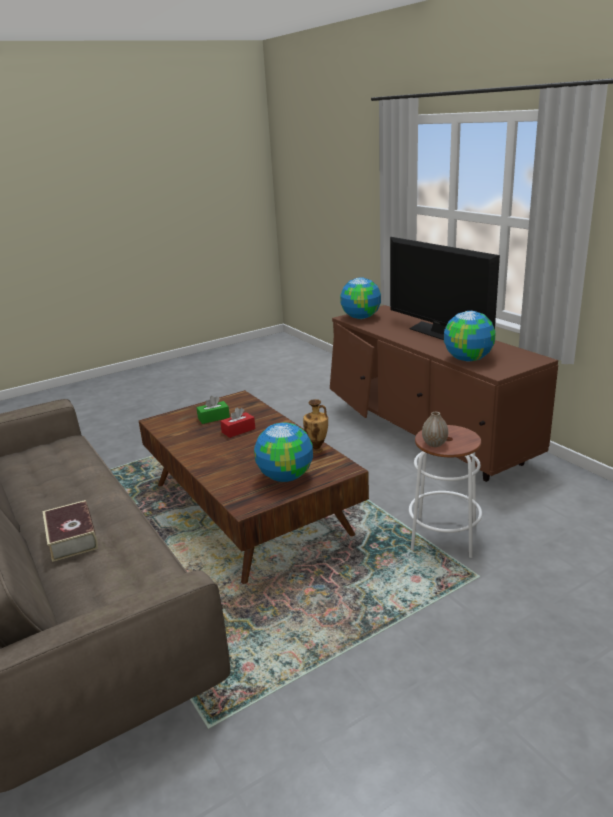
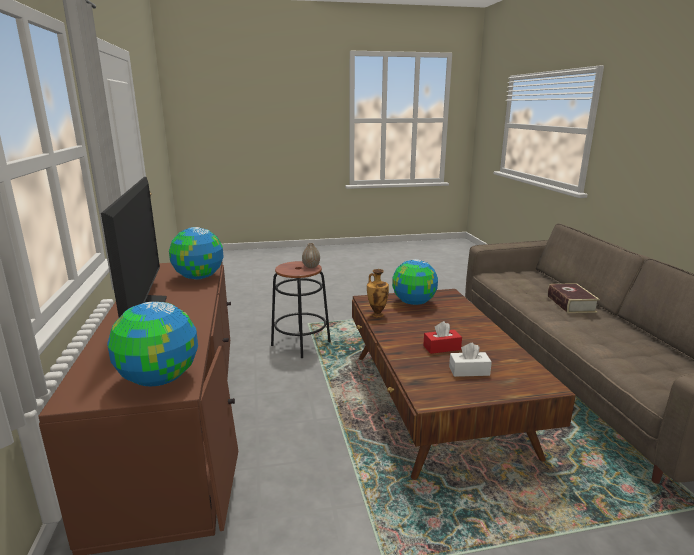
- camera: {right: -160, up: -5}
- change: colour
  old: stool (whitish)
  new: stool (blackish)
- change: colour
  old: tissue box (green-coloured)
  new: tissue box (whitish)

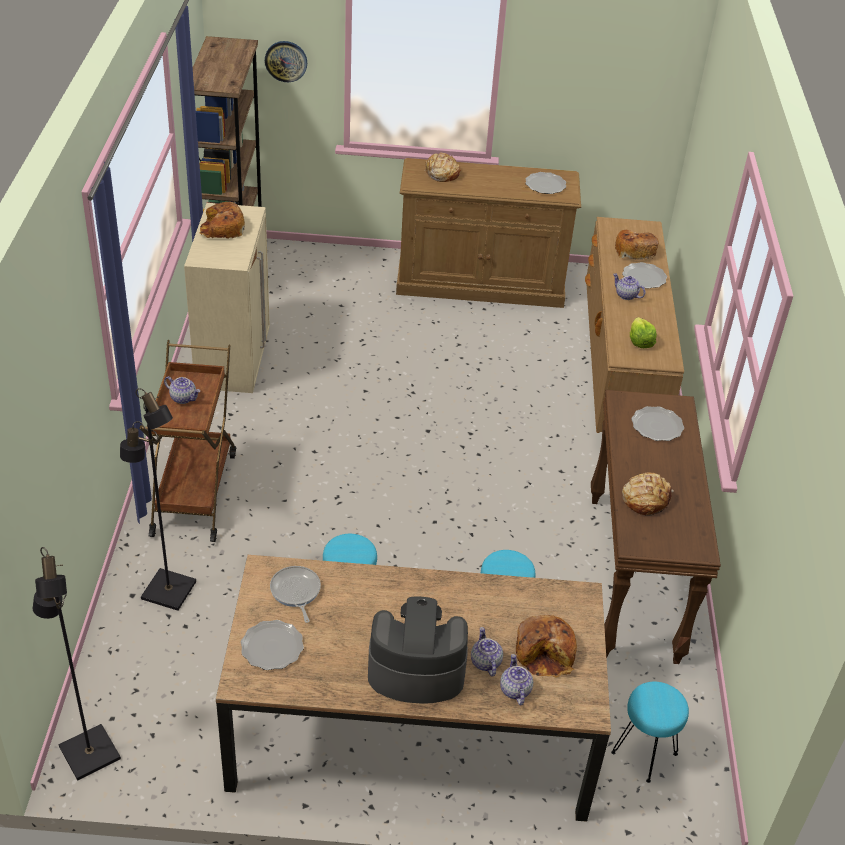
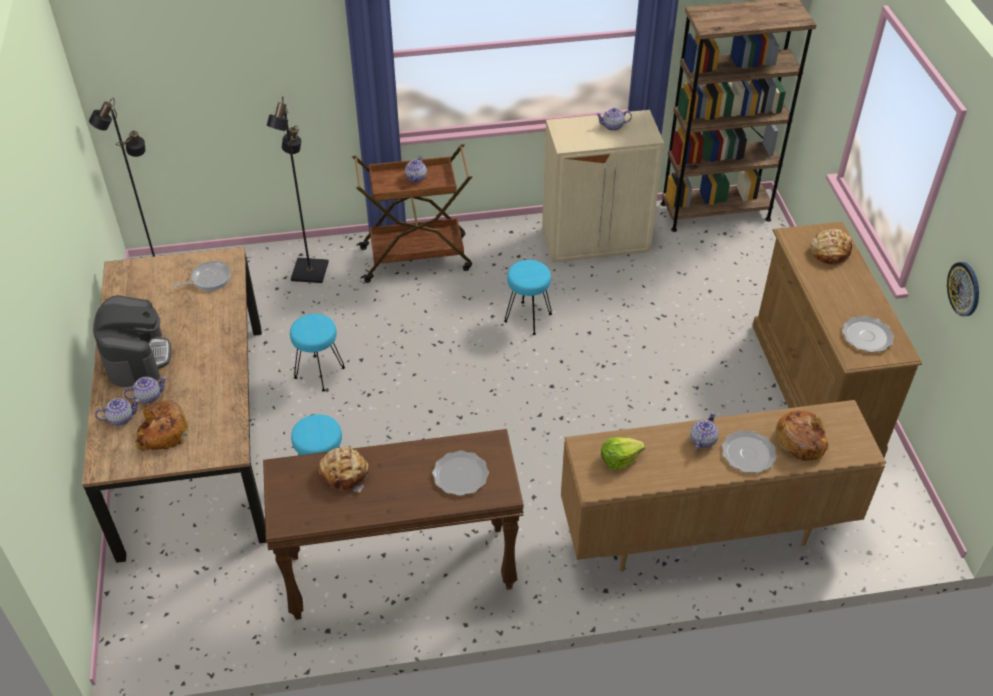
- camera: {right: 80, up: 5}
- change: relocated
  old: stool (blue-green) (no. 3 from left)
- change: exchanged
  old: bread (no. 1 from left)
  new: teapot (no. 4 from left)
- change: relocated
  old: clock on the wall
- change: missing
  old: dinner plate (no. 1 from left)

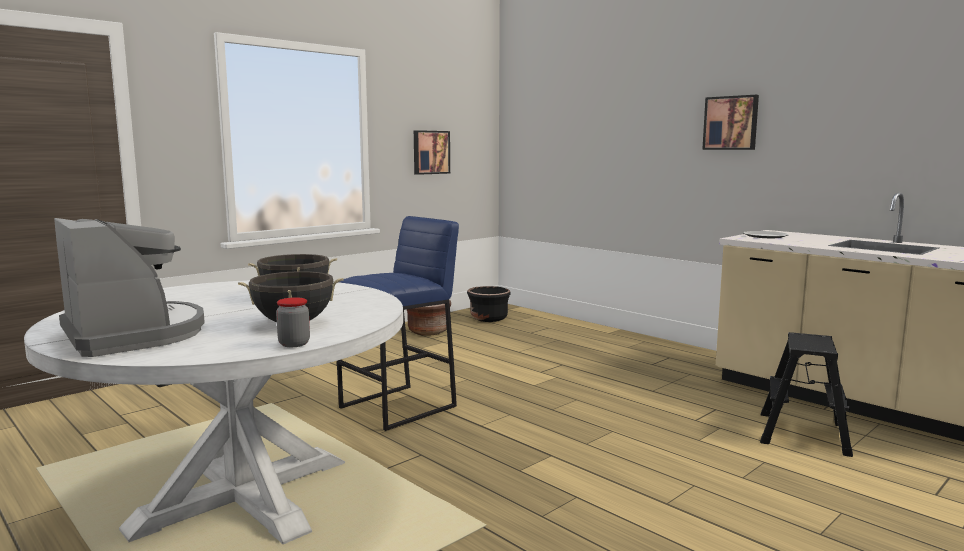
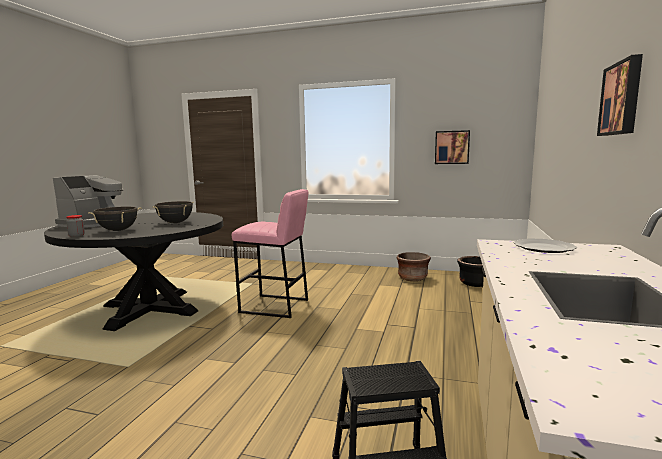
- camera: {right: 60, up: 0}
- change: colour
  old: dinner table (whitish)
  new: dinner table (blackish)
- change: colour
  old: stool (blue)
  new: stool (pink)

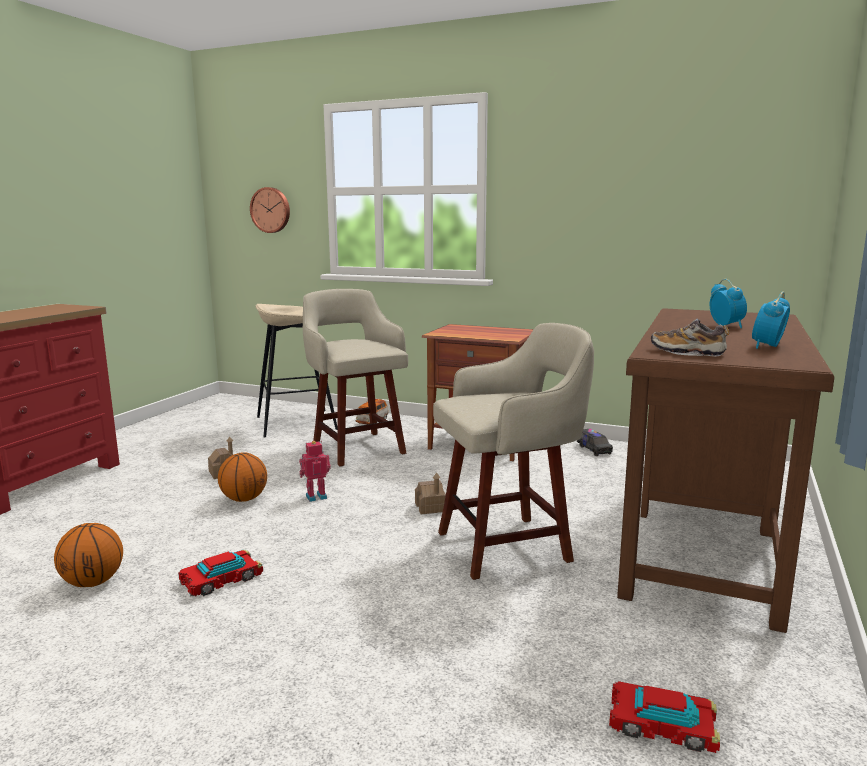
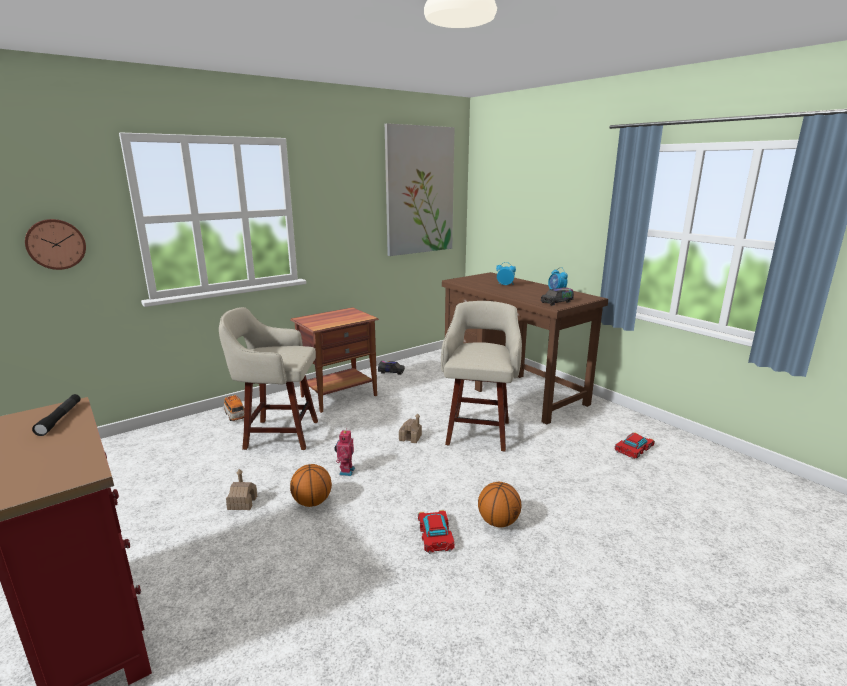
- camera: {right: -60, up: 5}
- change: appeared
  new: hand torch (blackish)
- change: appeared
  new: picture
- change: relocated
  old: basketball ball (no. 1 from left in the first image)
  new: basketball ball (no. 2 from left)
- change: exchanged
  old: shoe
  new: model truck (no. 2 from left)
- change: missing
  old: stool (beige) (no. 1 from left)

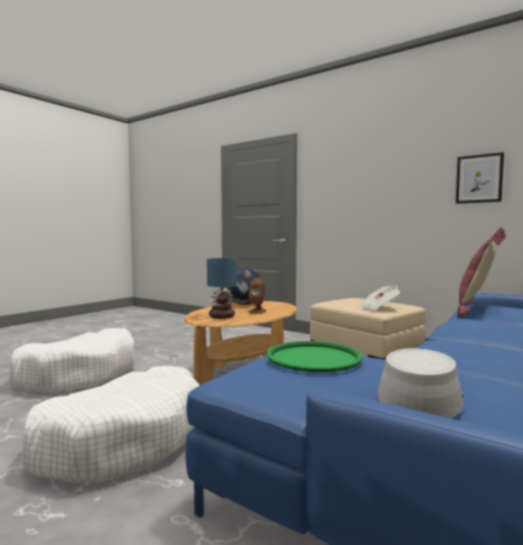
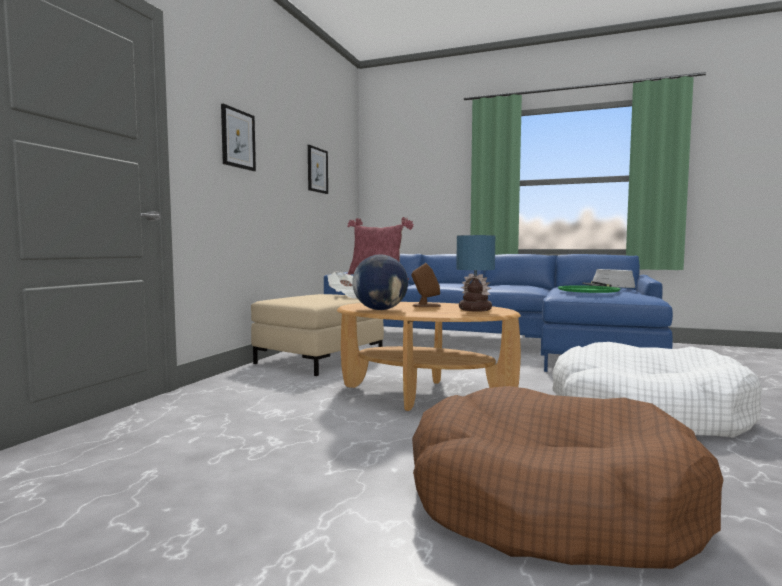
- camera: {right: -105, up: 0}
- change: appeared
  new: picture (no. 1 from left)
- change: colour
  old: dog bed (whitish) (no. 1 from left)
  new: dog bed (brown-coloured)

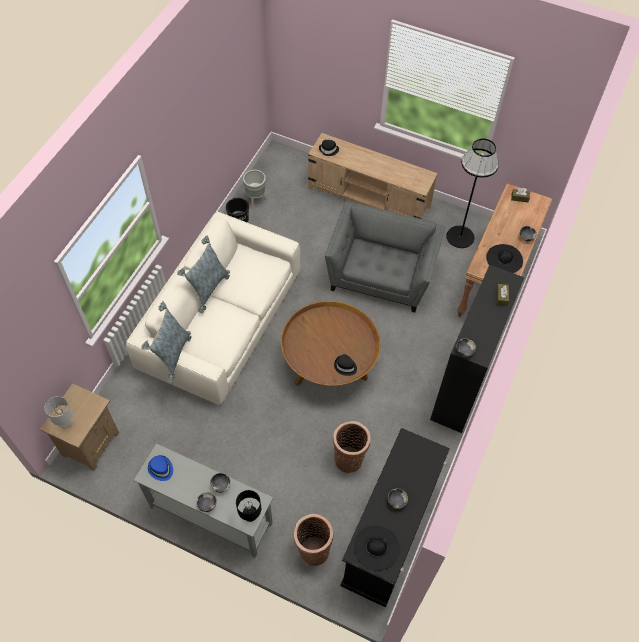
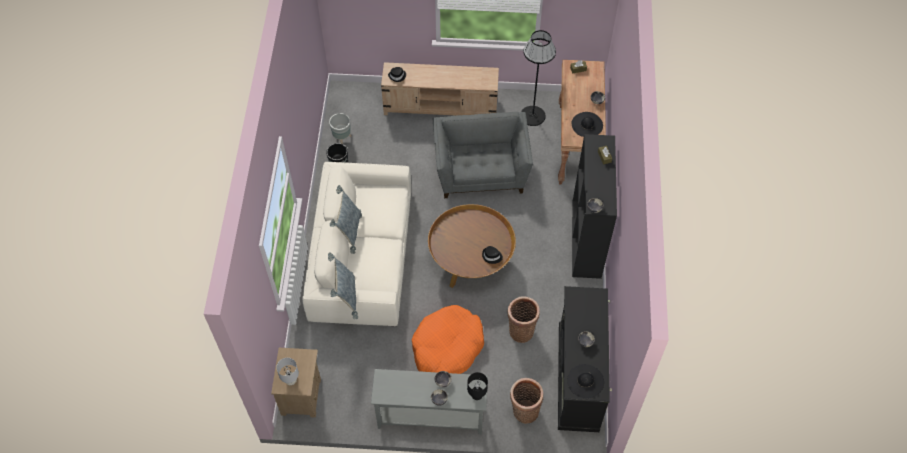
- camera: {right: -20, up: 0}
- change: appeared
  new: dog bed (orangey)
- change: missing
  old: hat (blue)

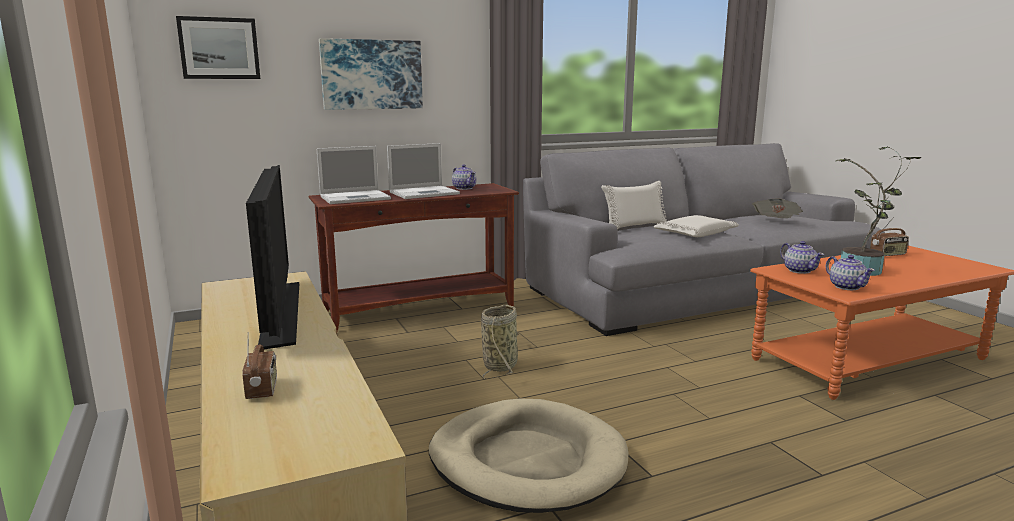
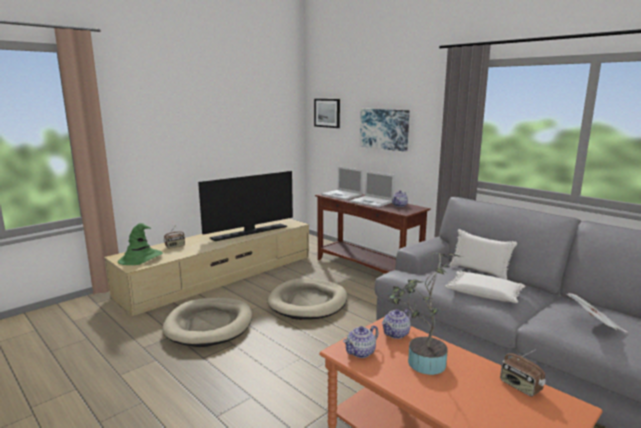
- camera: {right: 70, up: 0}
- change: appeared
  new: hat (green-coloured)
- change: exchanged
  old: basket
  new: dog bed (beige) (no. 2 from left)

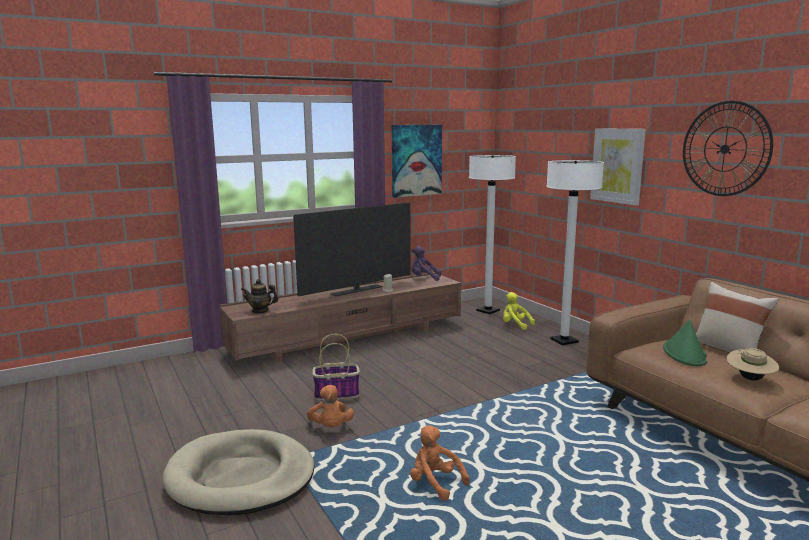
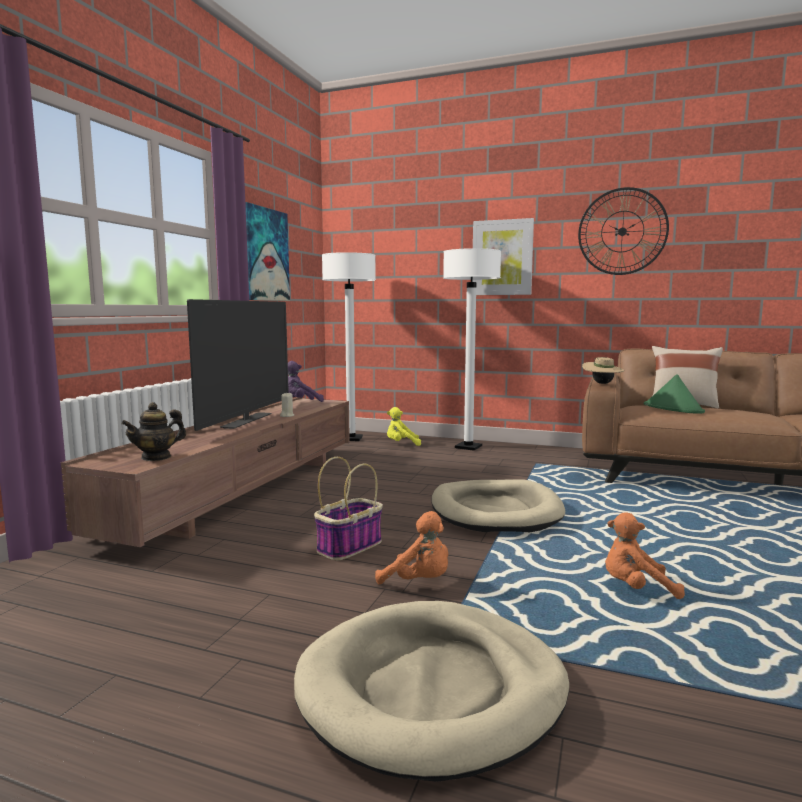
- camera: {right: -40, up: -5}
- change: appeared
  new: dog bed (beige) (no. 2 from left)
- change: relocated
  old: hat (beige)

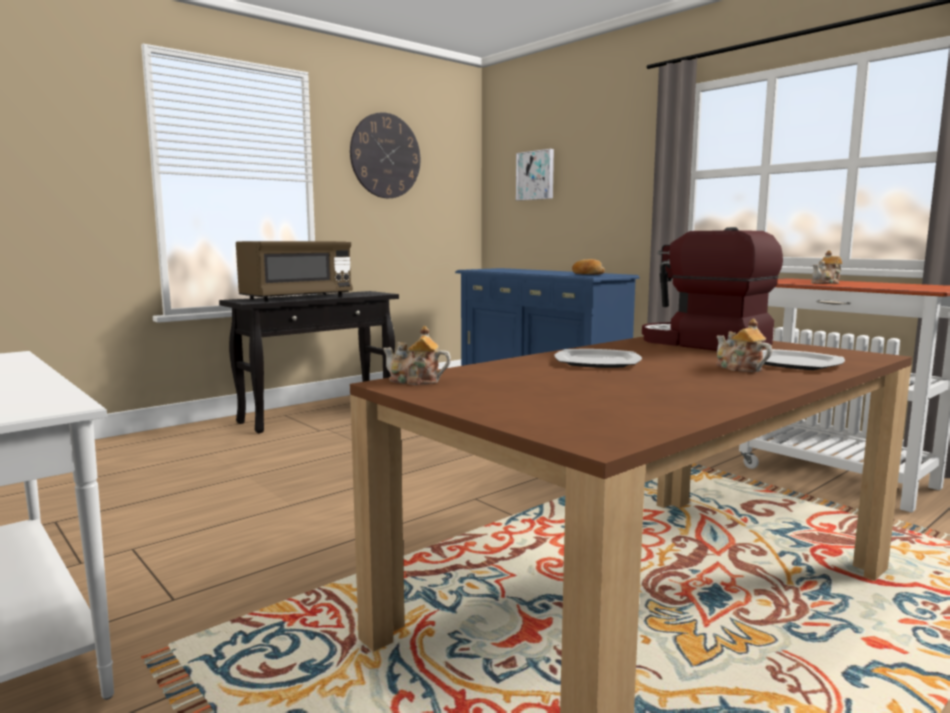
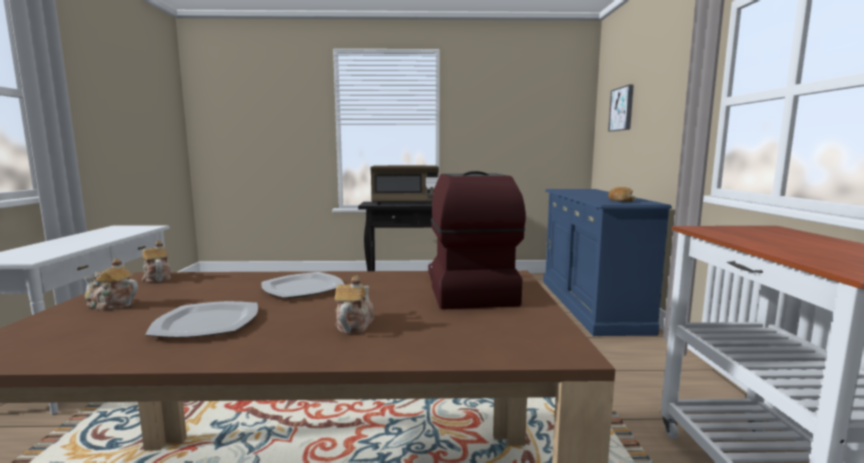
- camera: {right: 40, up: 0}
- change: relocated
  old: teapot (no. 3 from left in the first image)
  new: teapot (no. 1 from left)
- change: relocated
  old: dinner plate (no. 2 from left in the first image)
  new: dinner plate (no. 1 from left)
- change: missing
  old: clock on the wall

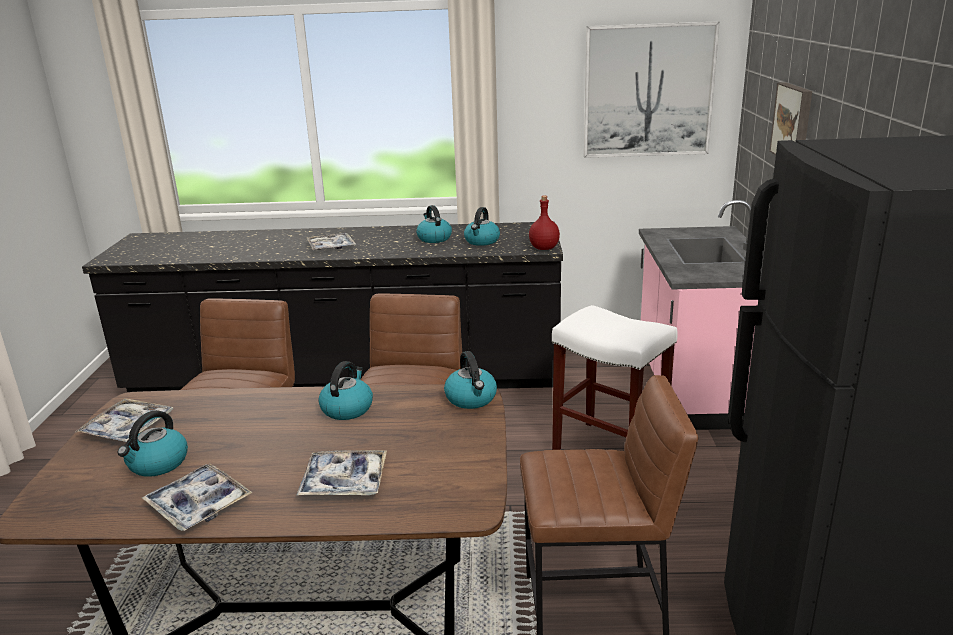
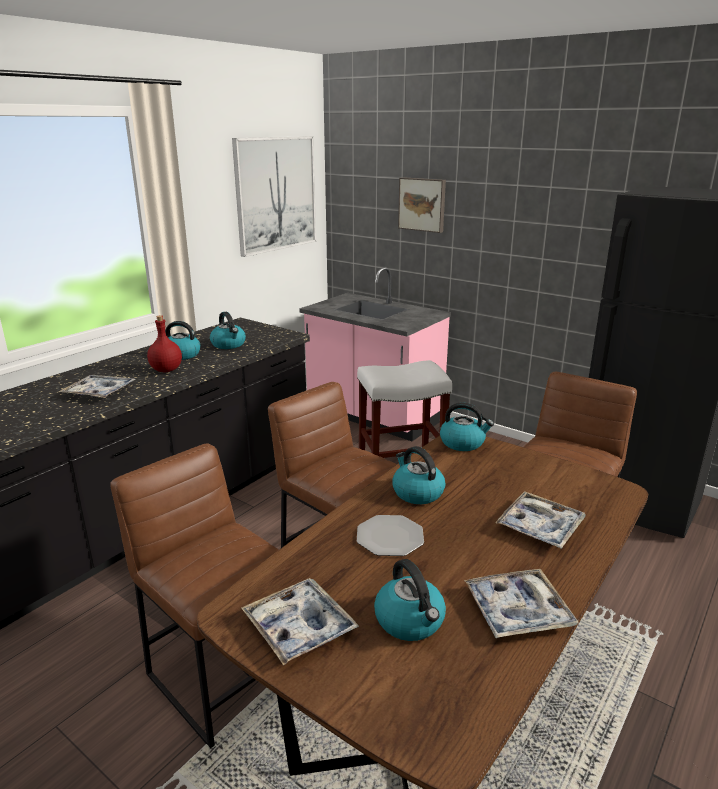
- camera: {right: -55, up: 0}
- change: relocated
  old: bottle (reddish)
- change: appeared
  new: dinner plate

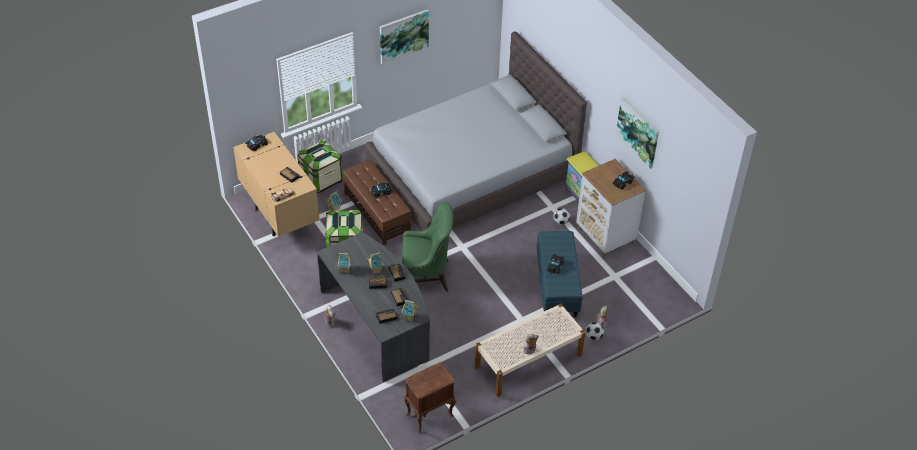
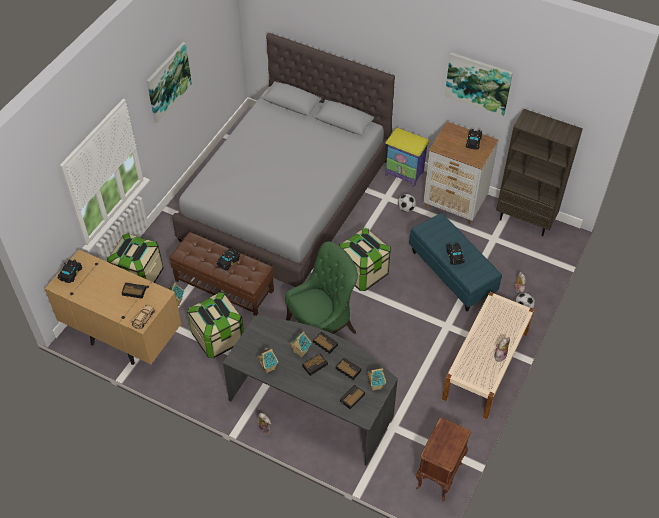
- camera: {right: -30, up: 5}
- change: appeared
  new: storage bin (no. 3 from left)
- change: appeared
  new: bookcase (brown-coloured)

